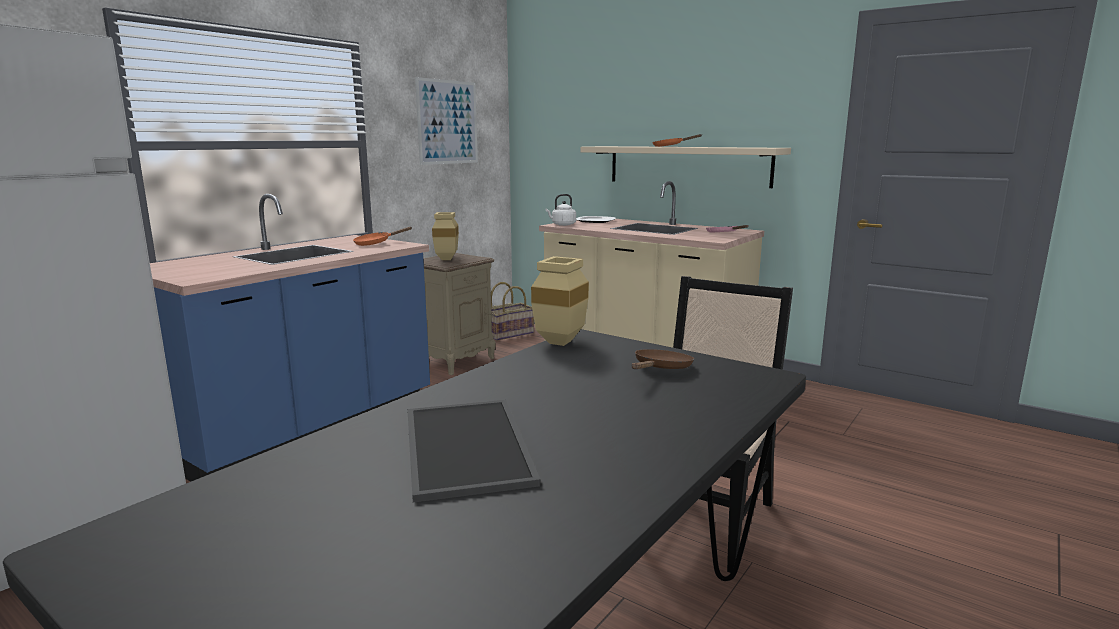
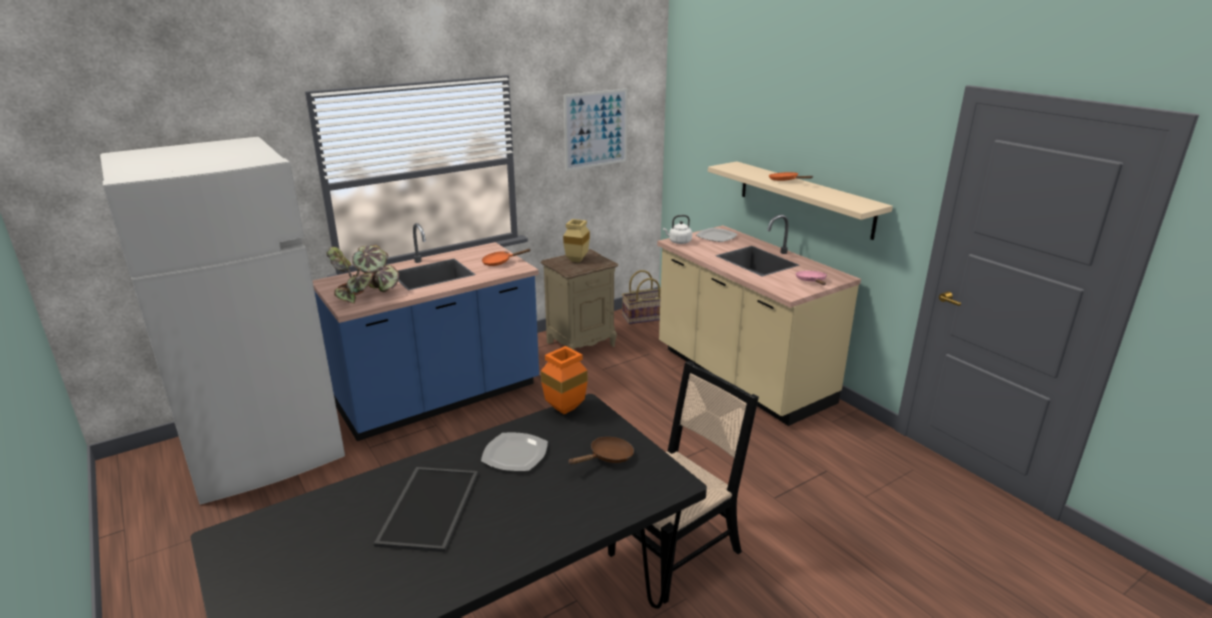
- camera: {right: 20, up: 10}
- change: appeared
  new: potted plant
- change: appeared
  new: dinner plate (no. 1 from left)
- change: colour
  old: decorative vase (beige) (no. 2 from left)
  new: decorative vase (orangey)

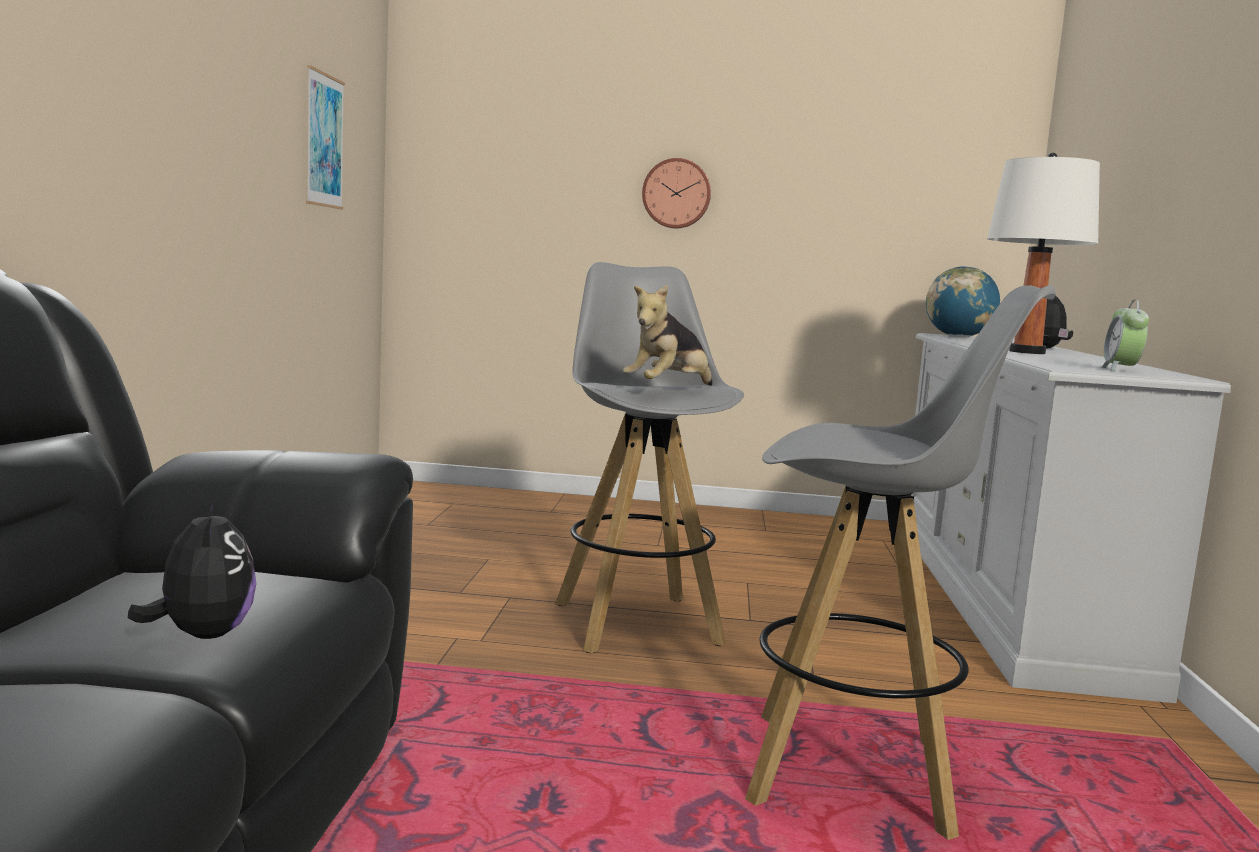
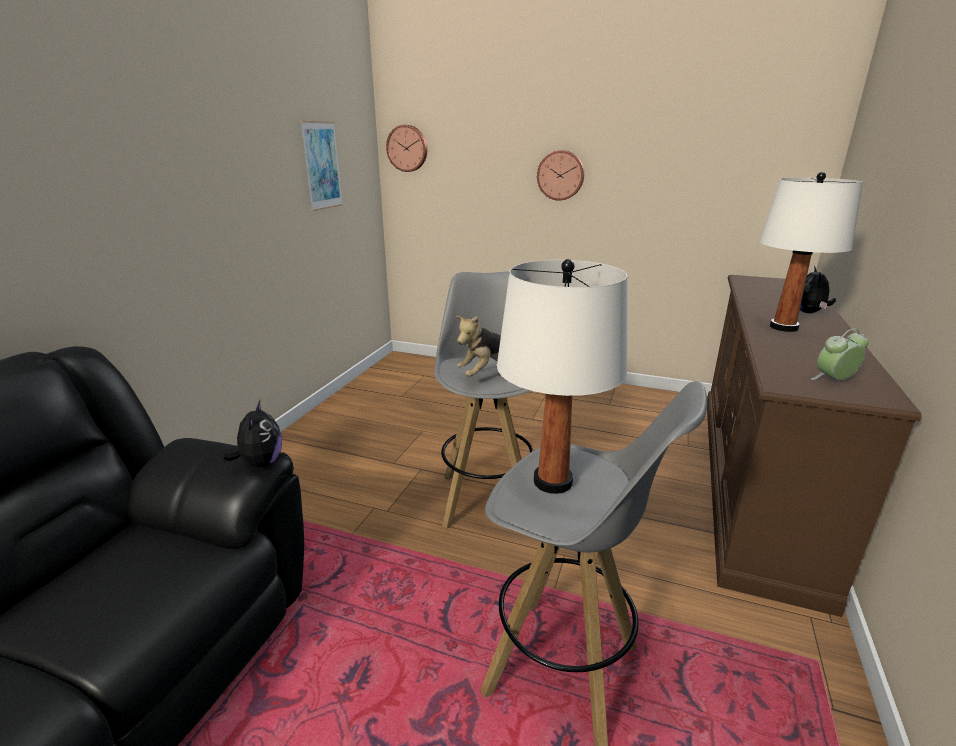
- camera: {right: 15, up: 15}
- change: relocated
  old: cuddly toy (no. 1 from left)
- change: appeared
  new: clock on the wall (no. 1 from left)
- change: appeared
  new: tabletop lamp (whitish) (no. 1 from left)
- change: colour
  old: storage cabinet (whitish)
  new: storage cabinet (brown-coloured)
- change: spun
  old: bedside clock
  degrees: 45
- change: missing
  old: globe

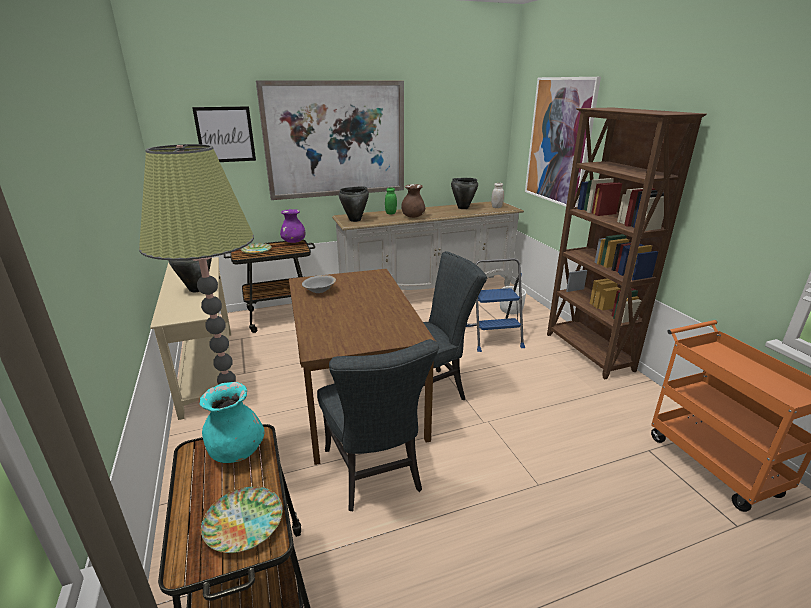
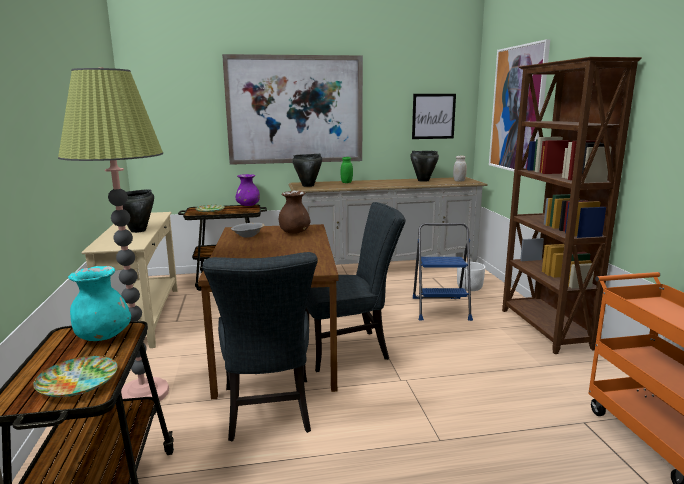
- camera: {right: 10, up: -10}
- change: relocated
  old: decorative vase (brown-coloured)
- change: relocated
  old: picture (no. 1 from left in the first image)
  new: picture (no. 2 from left)

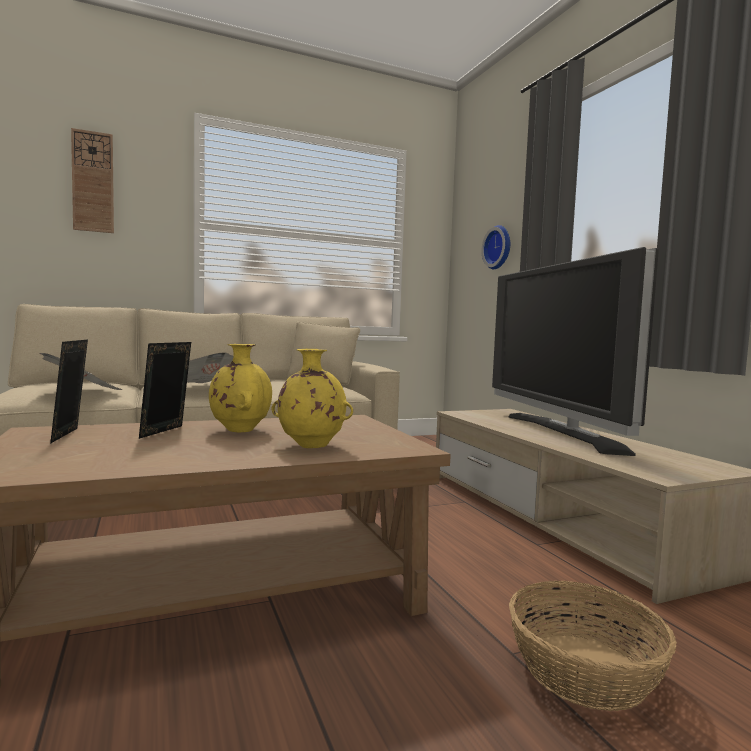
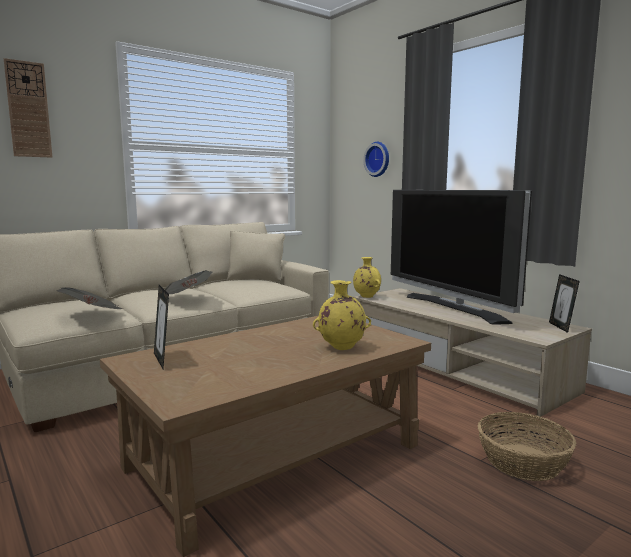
- camera: {right: -15, up: 5}
- change: relocated
  old: decorative vase (yellow-coloured) (no. 1 from left in the first image)
  new: decorative vase (yellow-coloured) (no. 2 from left)
- change: relocated
  old: picture frame (no. 2 from left)

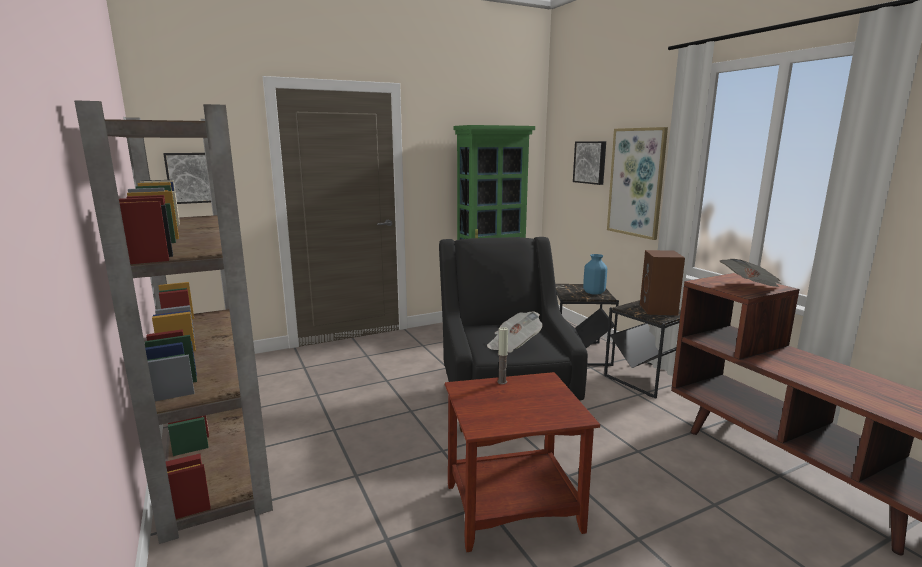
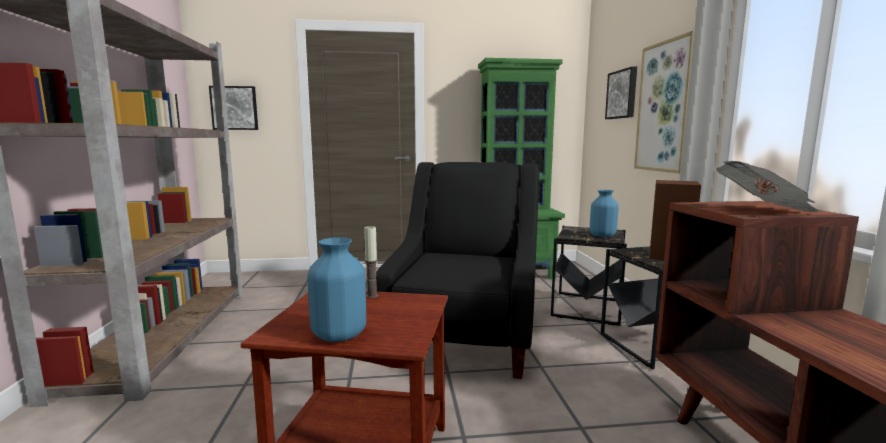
- camera: {right: 20, up: -5}
- change: appeared
  new: decorative vase (blue) (no. 1 from left)
- change: missing
  old: newspaper (no. 1 from left)

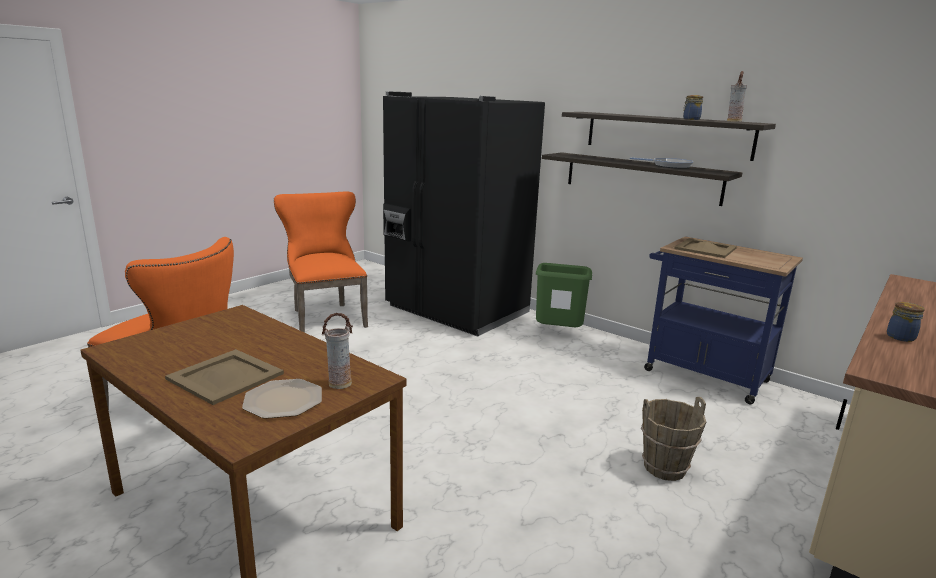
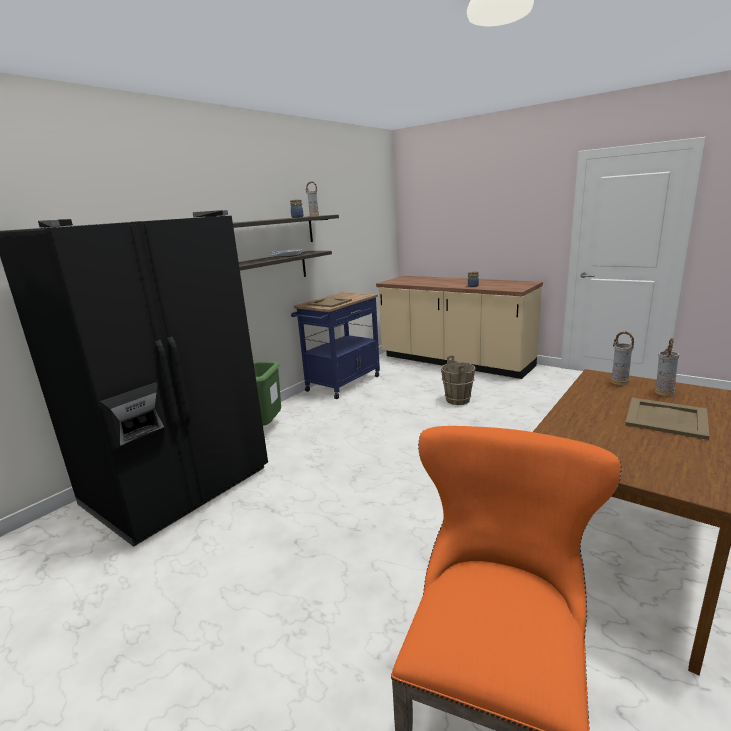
- camera: {right: -90, up: 0}
- change: exchanged
  old: dinner plate
  new: decorative vase (no. 3 from left)
- change: missing
  old: chair (orangey) (no. 2 from left)

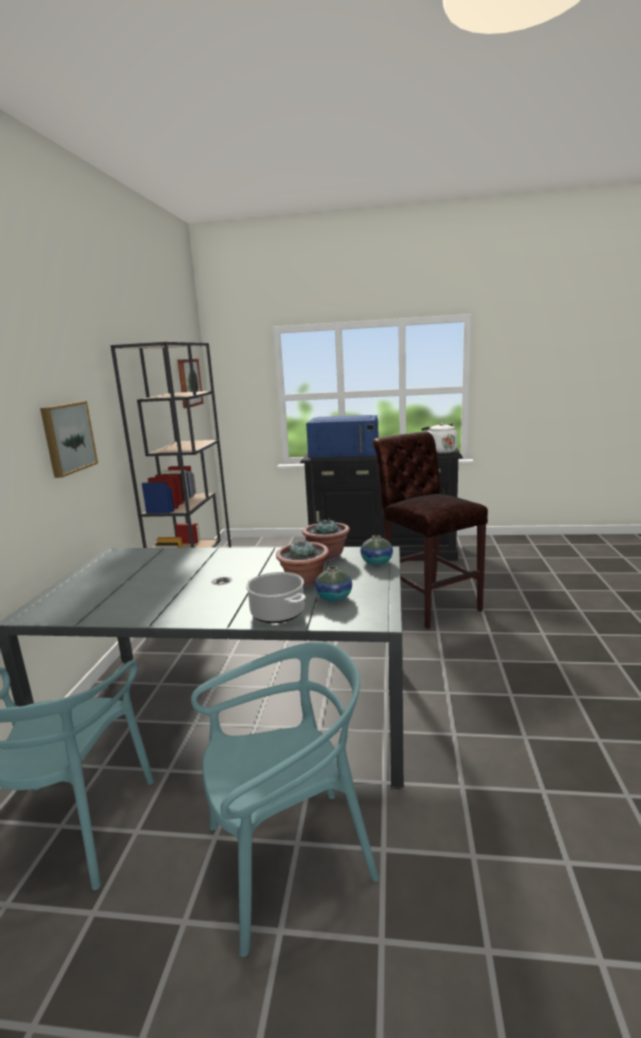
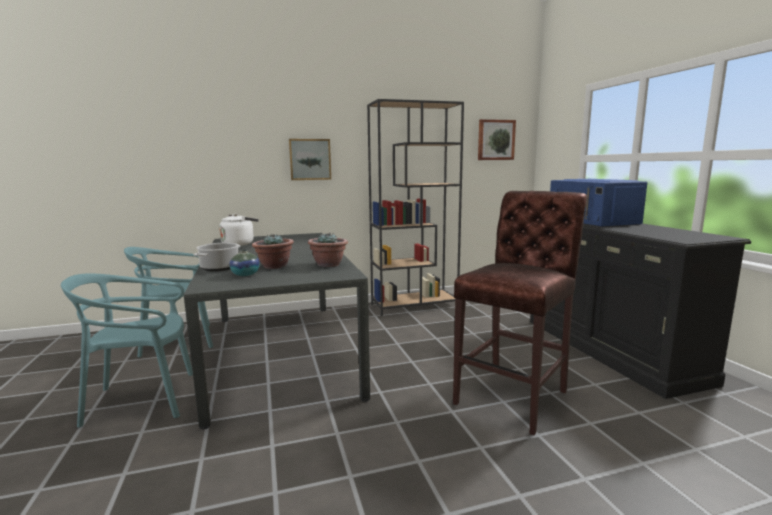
- camera: {right: 65, up: -5}
- change: spun
  old: chair (blue-green) (no. 2 from left in the first image)
  degrees: 120
- change: relocated
  old: kettle (whitish)
- change: missing
  old: decorative vase (no. 2 from left)

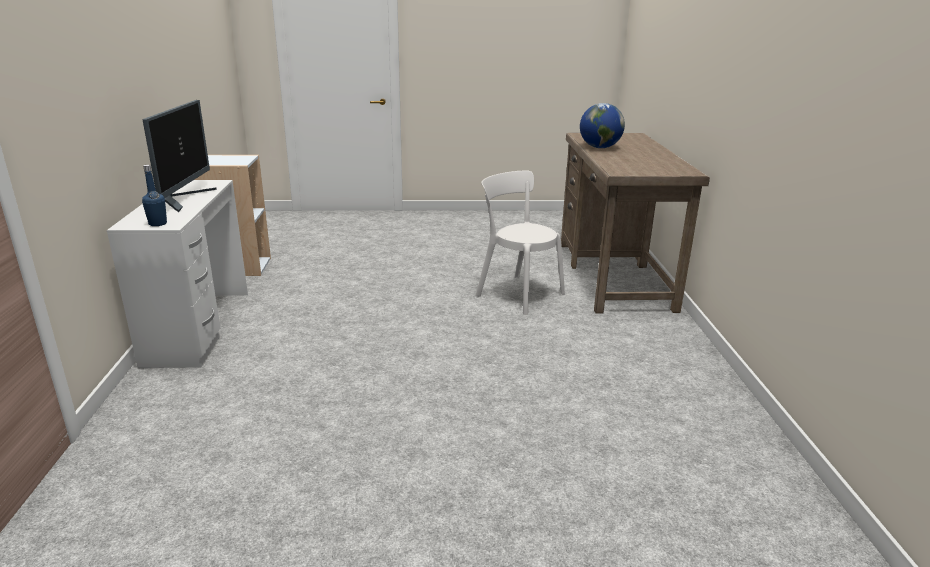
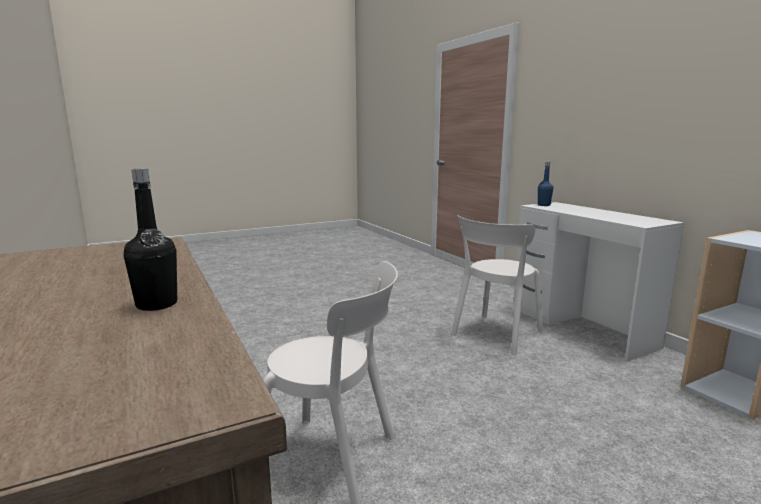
- camera: {right: 155, up: -10}
- change: exchanged
  old: globe
  new: bottle (blackish)
- change: appeared
  new: chair (whitish) (no. 2 from left)
- change: missing
  old: monitor

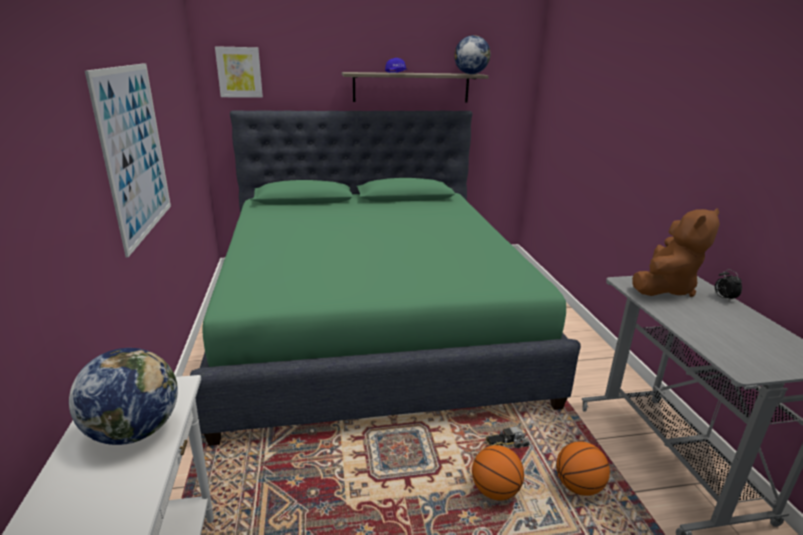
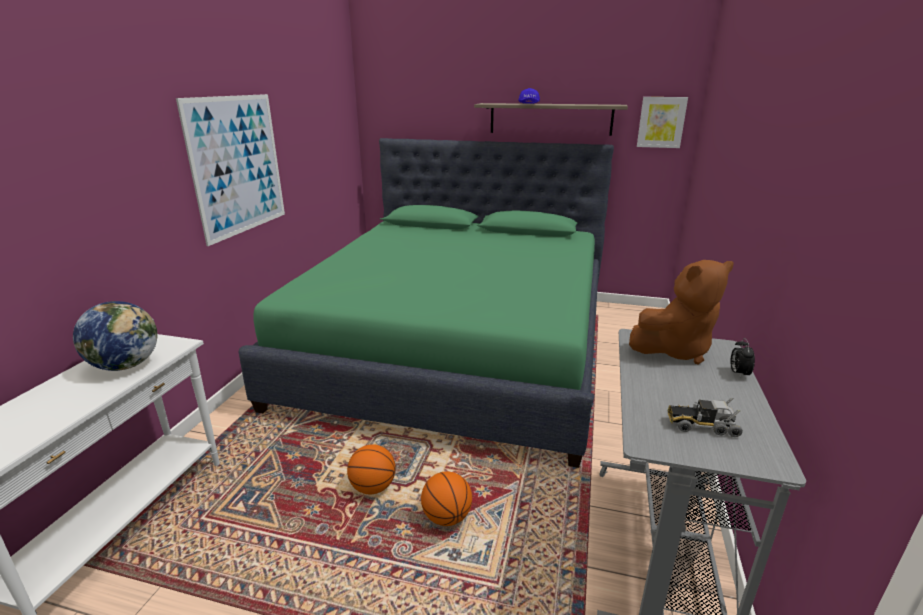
- camera: {right: 25, up: 0}
- change: relocated
  old: basketball ball (no. 2 from left in the first image)
  new: basketball ball (no. 1 from left)
- change: relocated
  old: picture (no. 2 from left)
- change: relocated
  old: model truck
- change: missing
  old: globe (no. 2 from left)

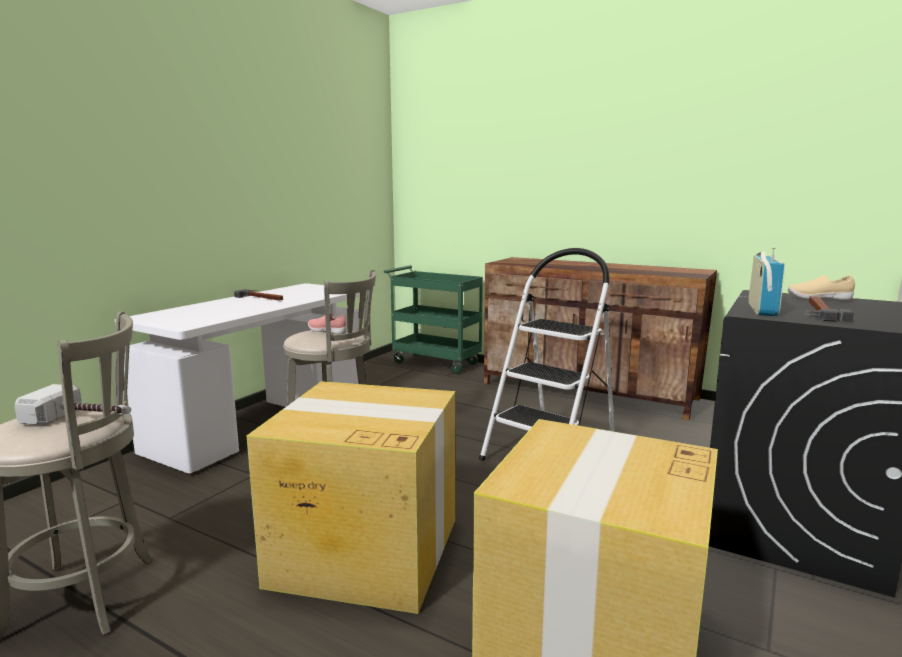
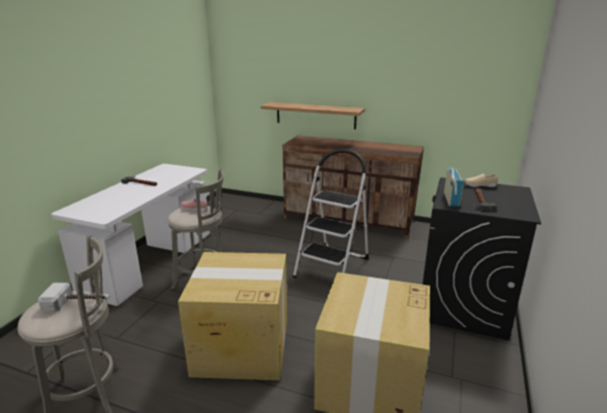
- camera: {right: -10, up: 10}
- change: appeared
  new: bracket shelf
- change: missing
  old: wheeled cart (green-coloured)

